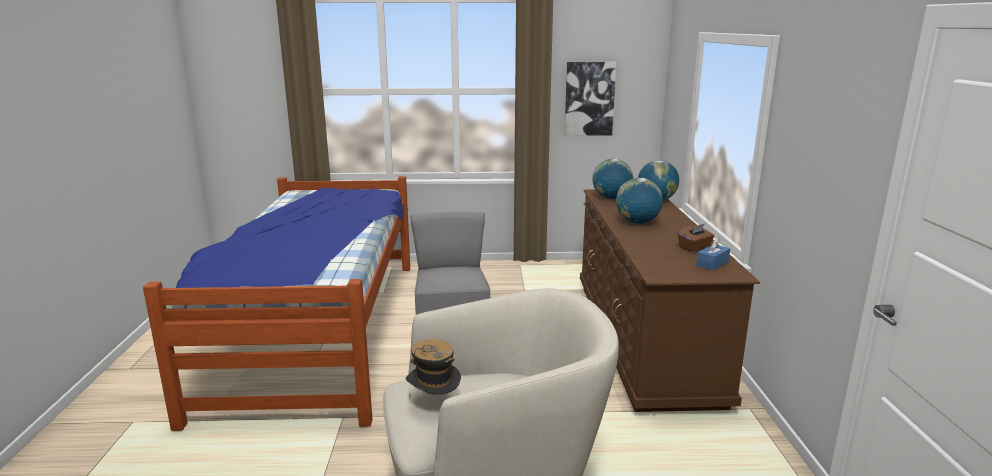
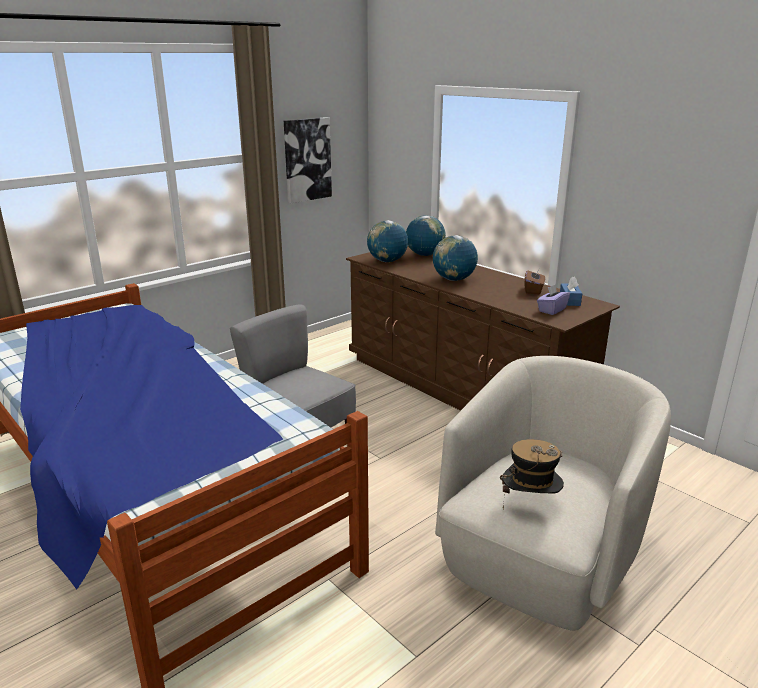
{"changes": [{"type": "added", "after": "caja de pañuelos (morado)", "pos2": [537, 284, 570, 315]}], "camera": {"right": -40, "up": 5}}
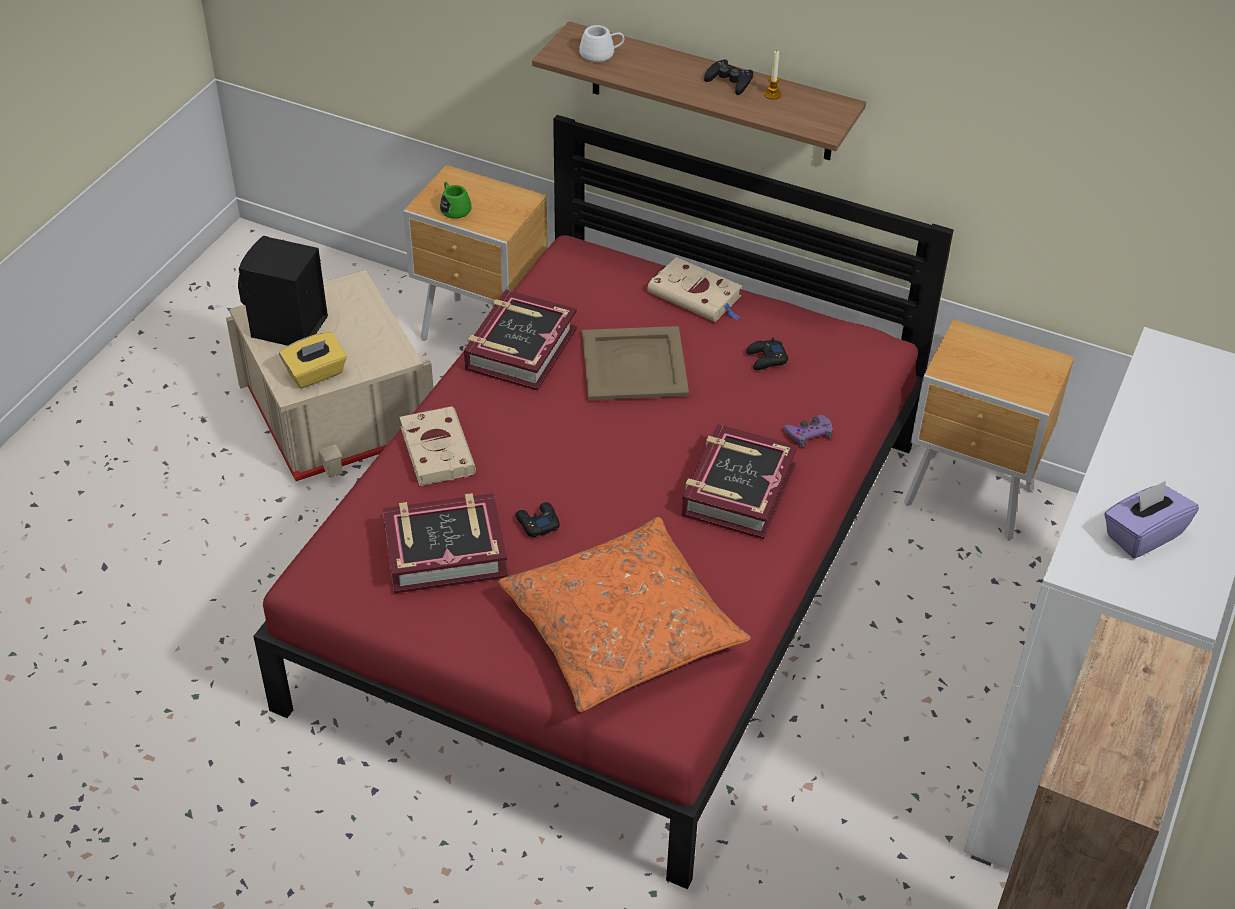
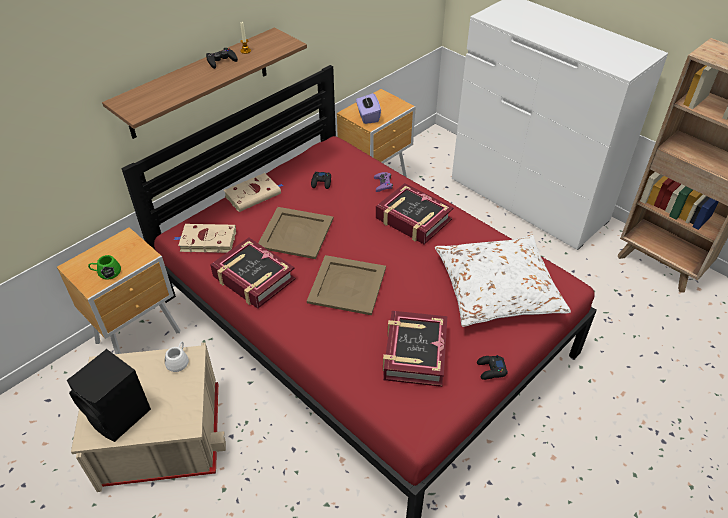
{"changes": [{"type": "moved", "before": "taza grande (blanco)", "pos1": [579, 25, 624, 62], "pos2": [165, 341, 189, 372]}, {"type": "moved", "before": "libro (beis)", "pos1": [400, 406, 476, 486], "pos2": [174, 224, 236, 253]}, {"type": "added", "after": "bandeja (beis)", "pos2": [307, 255, 386, 315]}, {"type": "moved", "before": "caja de pañuelos (morado)", "pos1": [1104, 481, 1199, 558], "pos2": [356, 93, 381, 124]}, {"type": "recoloured", "before": "cojín (naranja)", "after": "cojín (blanco)", "pos1": [498, 517, 751, 712], "pos2": [435, 234, 571, 327]}, {"type": "moved", "before": "mando de consola (negro)", "pos1": [515, 502, 560, 537], "pos2": [477, 355, 508, 380]}, {"type": "removed", "before": "caja de pañuelos (amarillo)", "pos1": [279, 332, 347, 389]}], "camera": {"right": -70, "up": 0}}
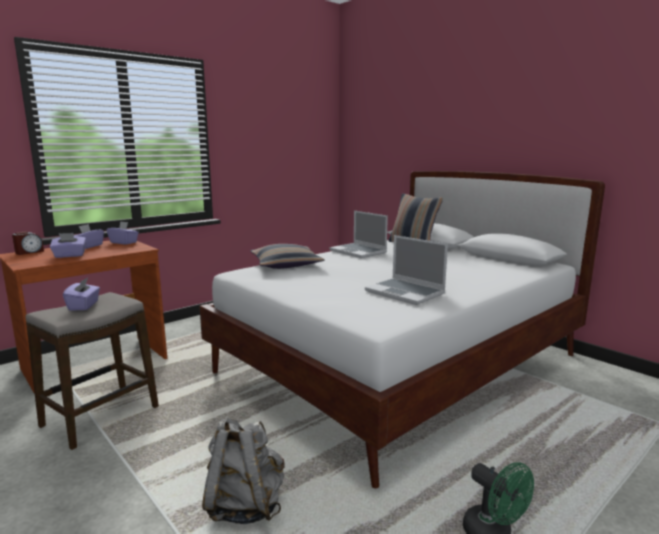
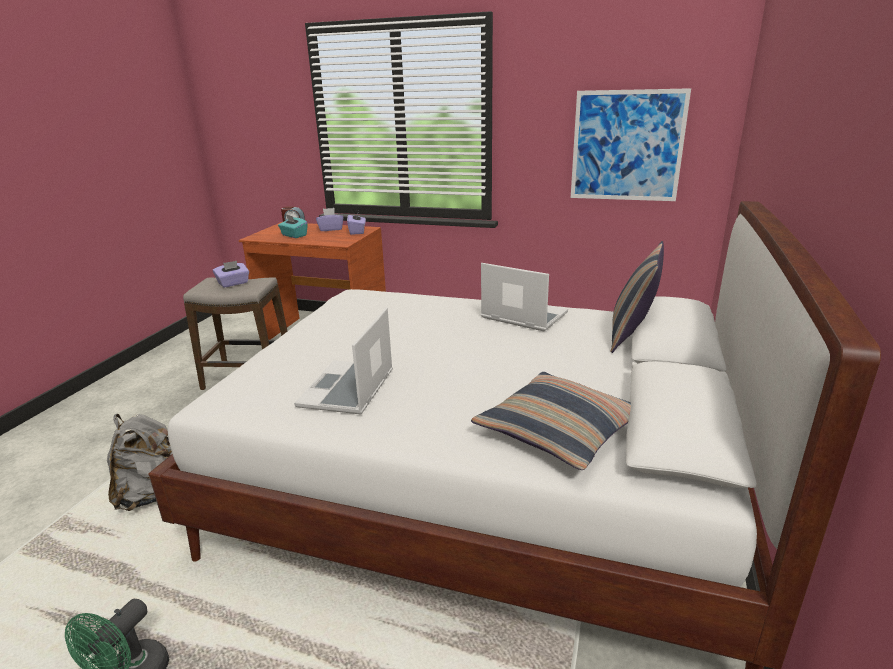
{"changes": [{"type": "recoloured", "before": "caja de pañuelos (morado)", "after": "caja de pañuelos (turquesa)", "pos1": [50, 233, 86, 258], "pos2": [278, 215, 308, 238]}, {"type": "moved", "before": "cojín", "pos1": [250, 244, 325, 269], "pos2": [471, 372, 631, 470]}, {"type": "turned", "before": "portátil", "pos1": [329, 211, 388, 258], "pos2": [481, 263, 568, 331], "turn": 105}, {"type": "added", "after": "cuadro", "pos2": [571, 88, 691, 201]}], "camera": {"right": 60, "up": 10}}
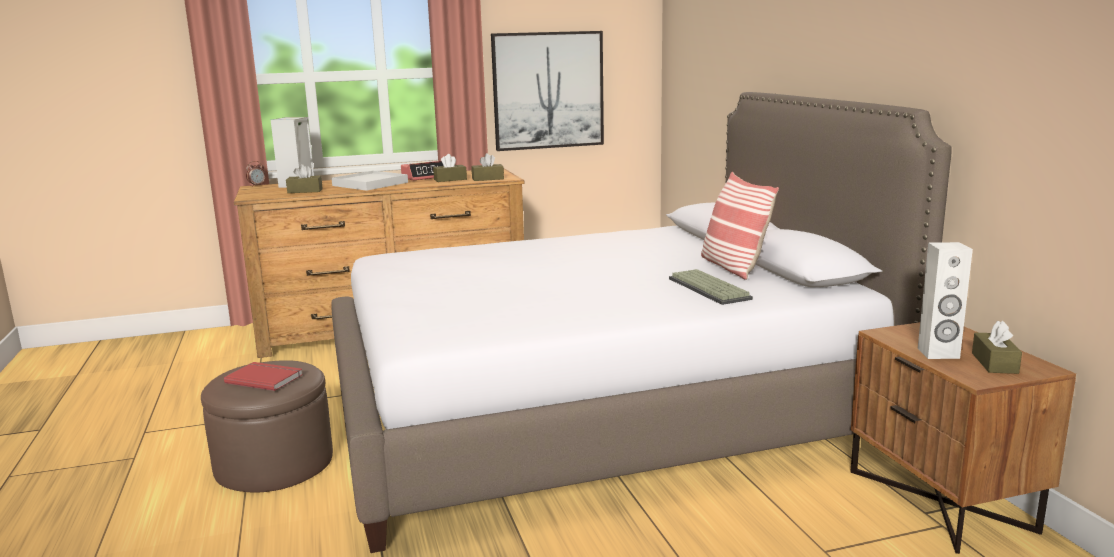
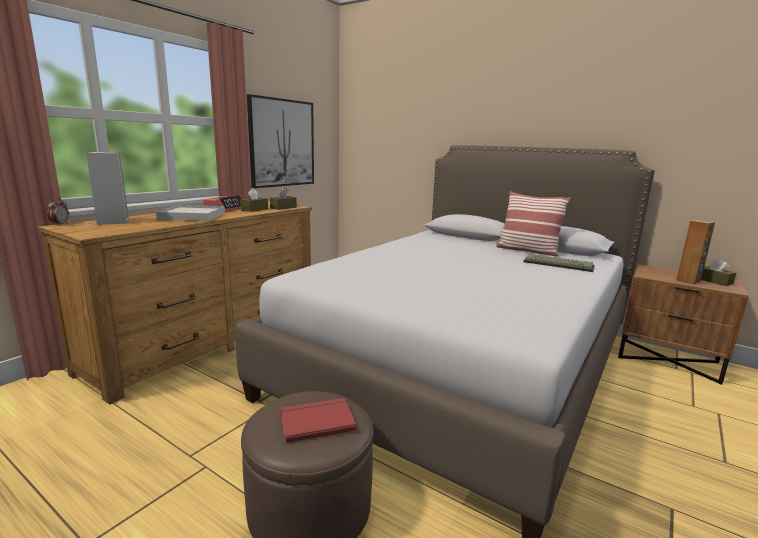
{"changes": [{"type": "recoloured", "before": "altavoz (blanco)", "after": "altavoz (marrón)", "pos1": [918, 242, 973, 359], "pos2": [676, 220, 715, 285]}, {"type": "removed", "before": "caja de pañuelos (marrón)", "pos1": [286, 164, 323, 193]}], "camera": {"right": -40, "up": 0}}
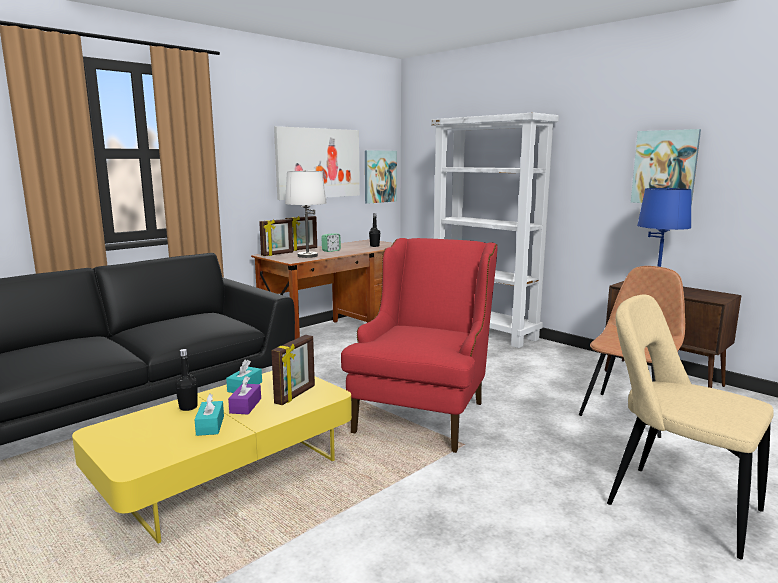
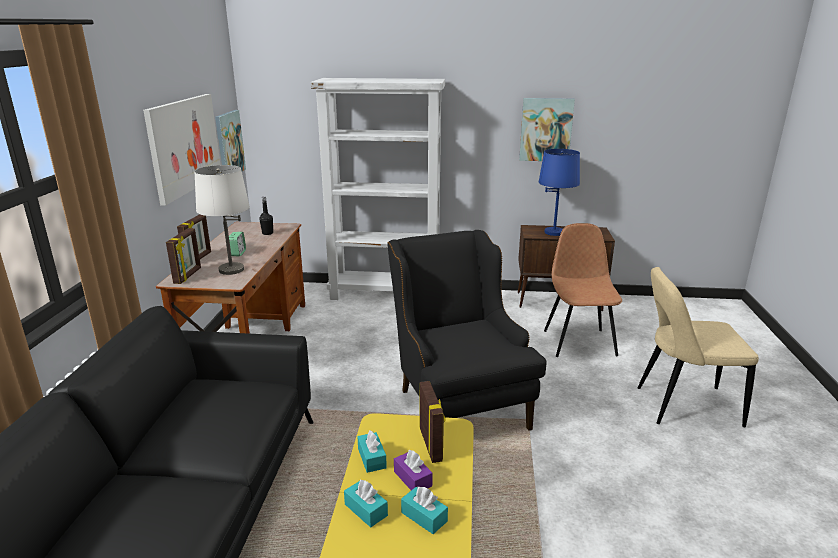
{"changes": [{"type": "replaced", "before": "botella (negro)", "after": "caja de pañuelos (turquesa)", "pos1": [175, 349, 198, 411], "pos2": [344, 480, 388, 527]}, {"type": "recoloured", "before": "sillón (rojo)", "after": "sillón (negro)", "pos1": [341, 238, 498, 453], "pos2": [387, 230, 547, 431]}], "camera": {"right": -40, "up": 10}}
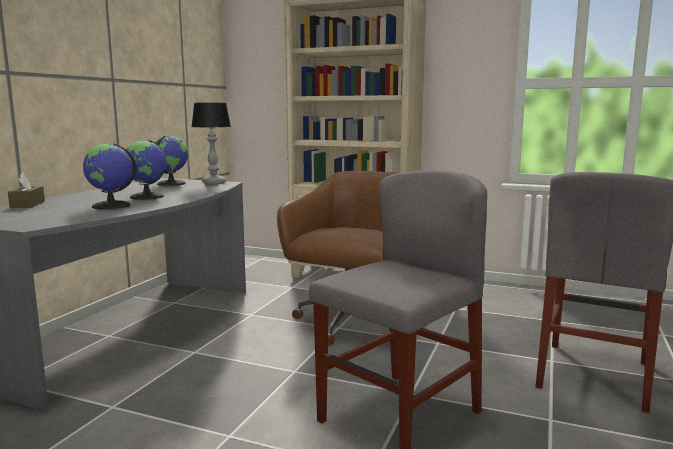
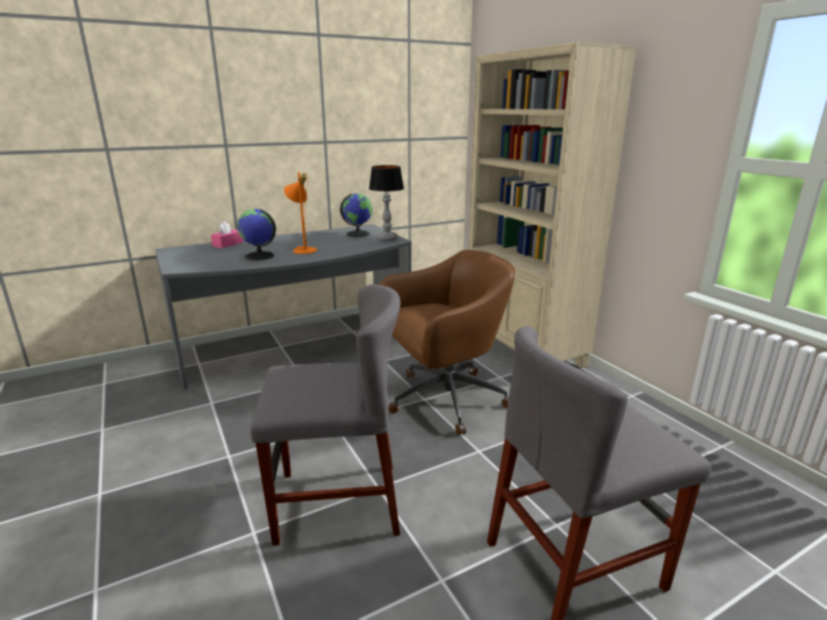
{"changes": [{"type": "recoloured", "before": "caja de pañuelos (marrón)", "after": "caja de pañuelos (rosa)", "pos1": [8, 173, 45, 208], "pos2": [211, 221, 243, 248]}, {"type": "replaced", "before": "globo terráqueo", "after": "lámpara de mesa (naranja)", "pos1": [126, 140, 167, 200], "pos2": [284, 172, 317, 254]}], "camera": {"right": 40, "up": 10}}
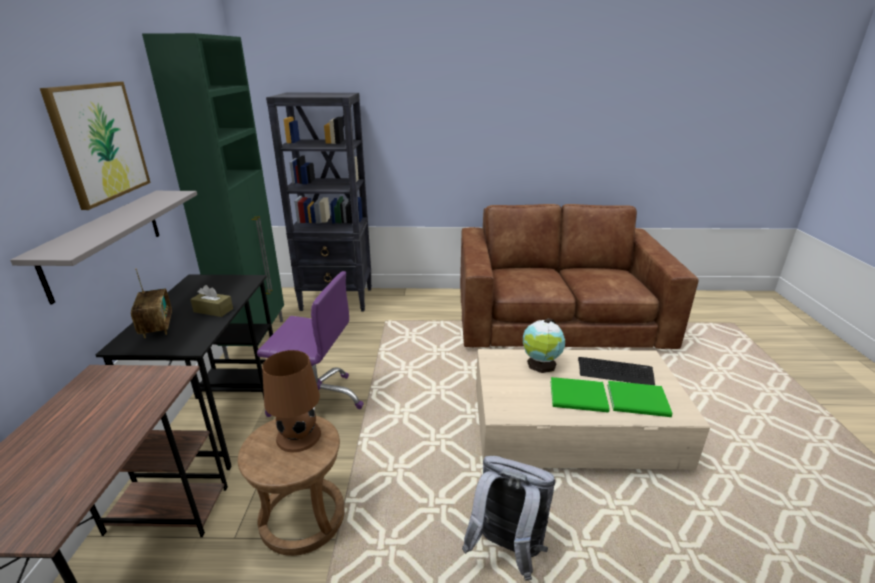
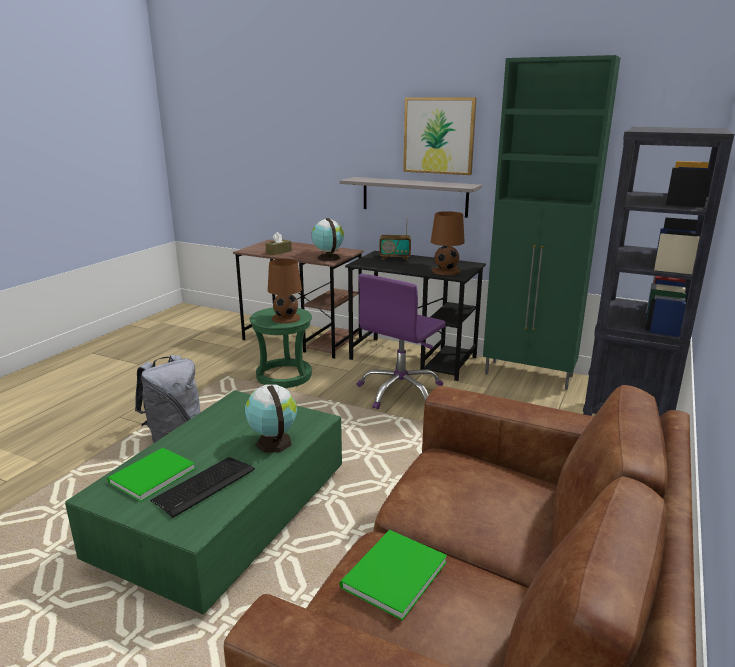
{"changes": [{"type": "recoloured", "before": "mesa de centro (beis)", "after": "mesa de centro (verde)", "pos1": [476, 349, 710, 470], "pos2": [65, 390, 342, 615]}, {"type": "recoloured", "before": "taburete (marrón)", "after": "taburete (verde)", "pos1": [238, 416, 345, 556], "pos2": [250, 308, 312, 388]}, {"type": "moved", "before": "caja de pañuelos (marrón)", "pos1": [190, 285, 233, 317], "pos2": [265, 232, 292, 255]}, {"type": "added", "after": "globo terráqueo", "pos2": [311, 218, 344, 261]}, {"type": "moved", "before": "libro (verde)", "pos1": [550, 377, 610, 413], "pos2": [340, 530, 447, 620]}, {"type": "added", "after": "lámpara de mesa (marrón)", "pos2": [431, 211, 465, 275]}], "camera": {"right": 115, "up": -5}}
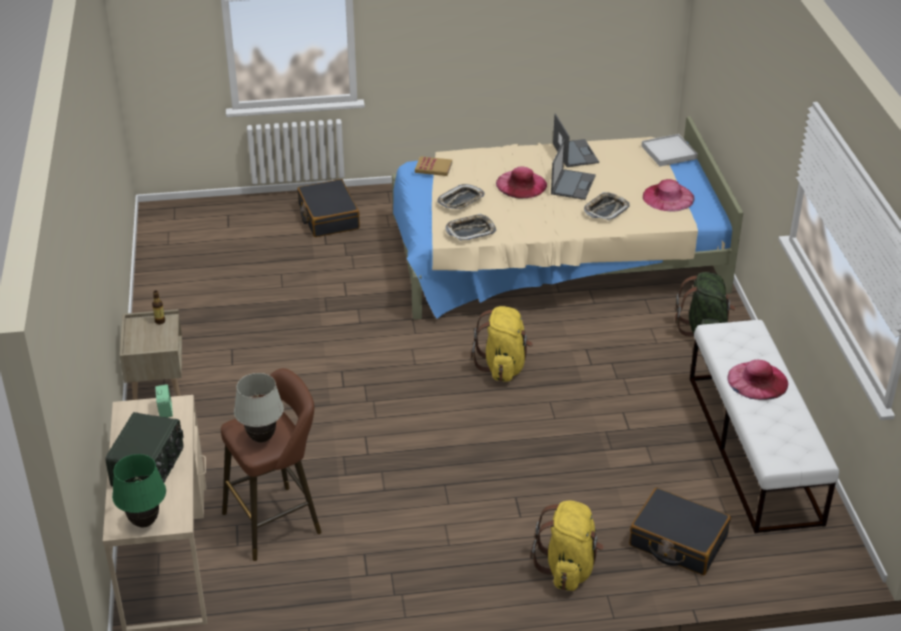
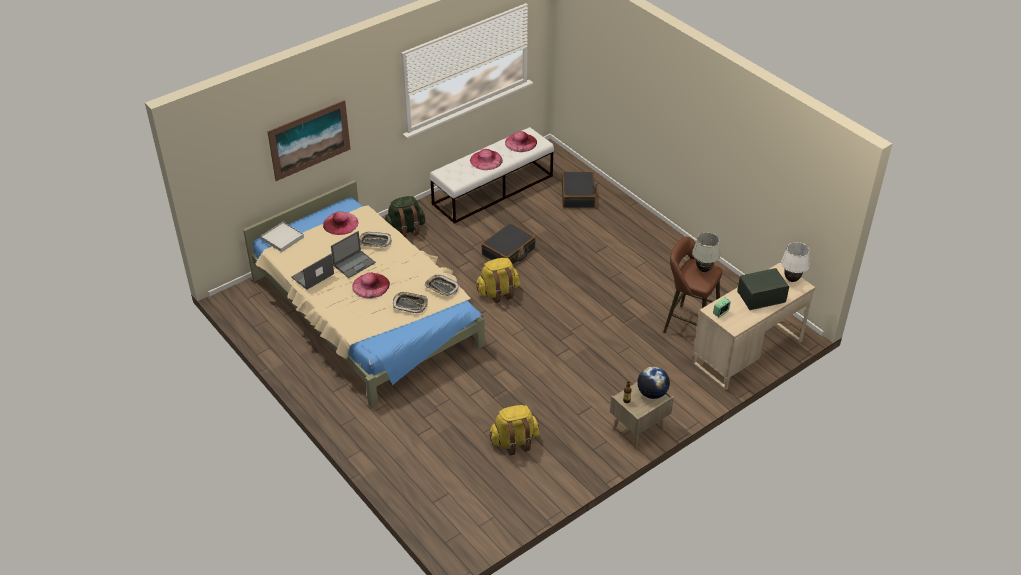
{"changes": [{"type": "added", "after": "cuadro", "pos2": [267, 100, 351, 181]}, {"type": "turned", "before": "portátil", "pos1": [551, 139, 596, 200], "pos2": [331, 231, 376, 278], "turn": 150}, {"type": "moved", "before": "maleta (negro)", "pos1": [297, 179, 360, 237], "pos2": [481, 223, 535, 264]}, {"type": "moved", "before": "mochila (amarillo)", "pos1": [530, 501, 604, 591], "pos2": [489, 405, 539, 455]}, {"type": "added", "after": "sombrero (rosa)", "pos2": [505, 131, 537, 152]}, {"type": "added", "after": "globo terráqueo", "pos2": [637, 367, 670, 399]}, {"type": "recoloured", "before": "lámpara de mesa (verde)", "after": "lámpara de mesa (blanco)", "pos1": [112, 454, 166, 527], "pos2": [781, 242, 810, 282]}, {"type": "removed", "before": "libro", "pos1": [415, 156, 452, 176]}], "camera": {"right": -120, "up": 5}}
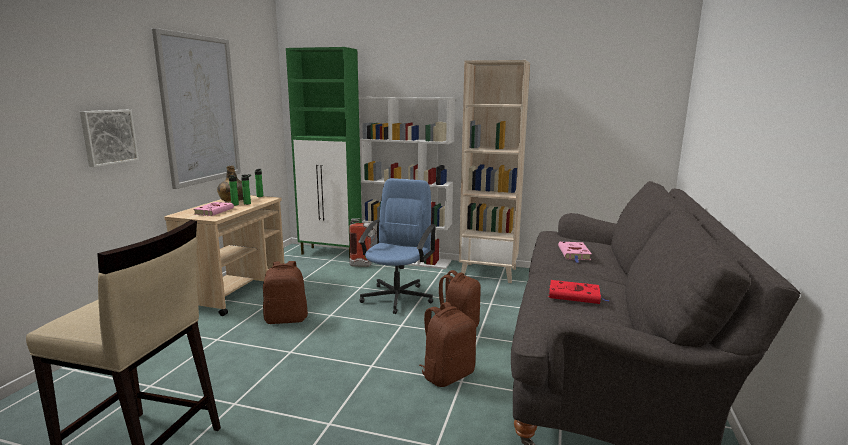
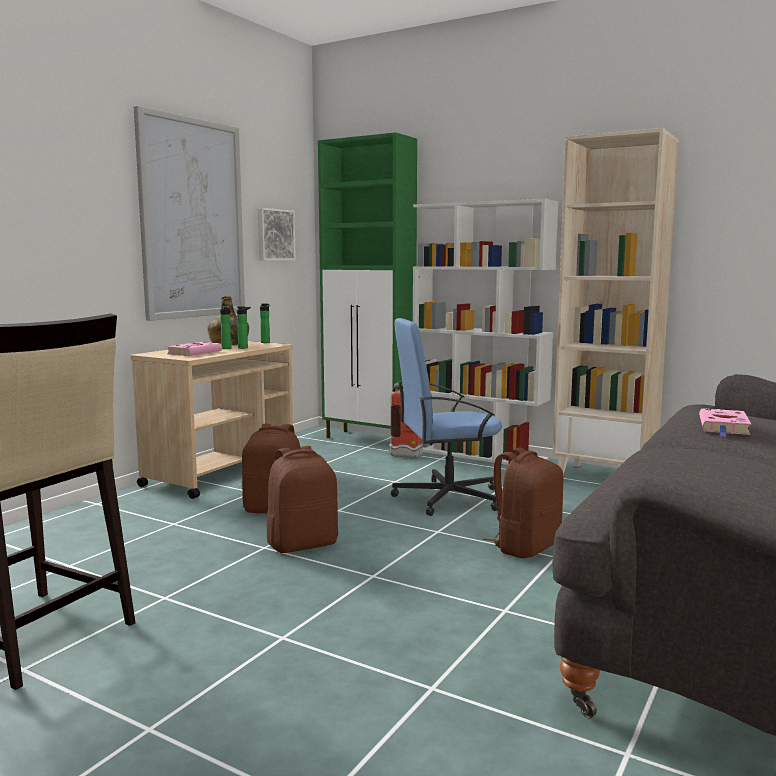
{"changes": [{"type": "moved", "before": "cuadro", "pos1": [80, 110, 139, 167], "pos2": [257, 208, 296, 260]}, {"type": "moved", "before": "mochila (marrón)", "pos1": [419, 302, 476, 387], "pos2": [267, 446, 338, 553]}, {"type": "turned", "before": "silla de oficina (azul)", "pos1": [358, 178, 436, 314], "pos2": [391, 318, 502, 516], "turn": -135}, {"type": "removed", "before": "libro (rojo)", "pos1": [548, 280, 610, 304]}], "camera": {"right": 15, "up": -5}}
